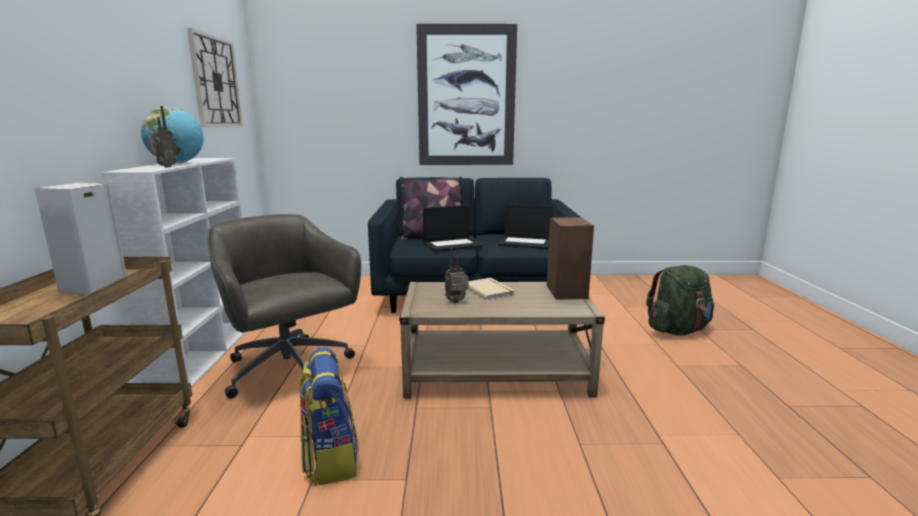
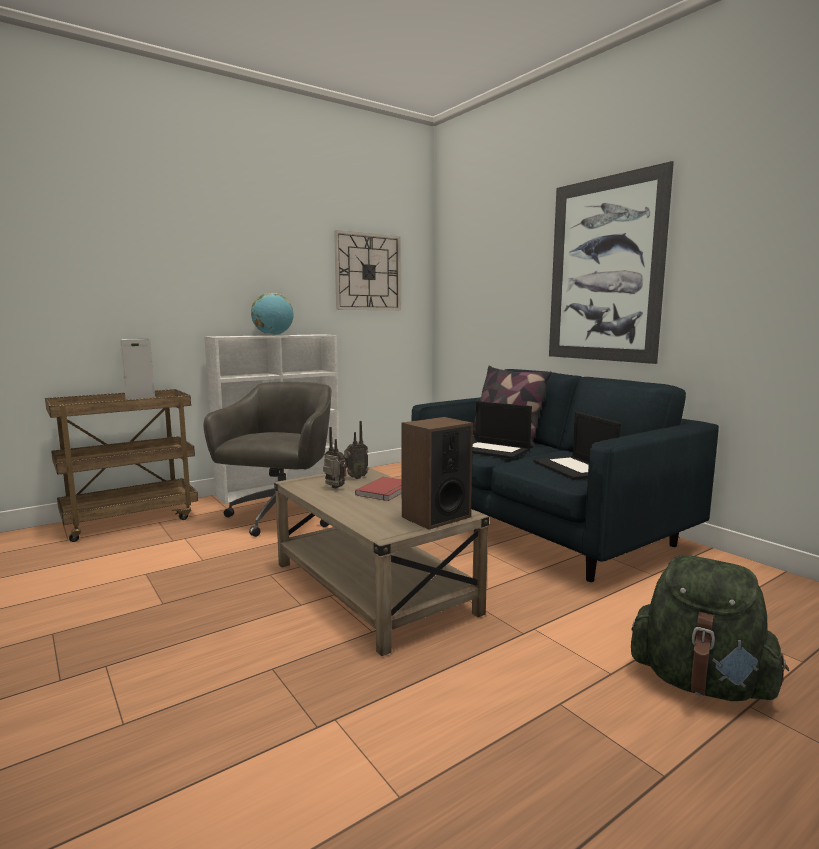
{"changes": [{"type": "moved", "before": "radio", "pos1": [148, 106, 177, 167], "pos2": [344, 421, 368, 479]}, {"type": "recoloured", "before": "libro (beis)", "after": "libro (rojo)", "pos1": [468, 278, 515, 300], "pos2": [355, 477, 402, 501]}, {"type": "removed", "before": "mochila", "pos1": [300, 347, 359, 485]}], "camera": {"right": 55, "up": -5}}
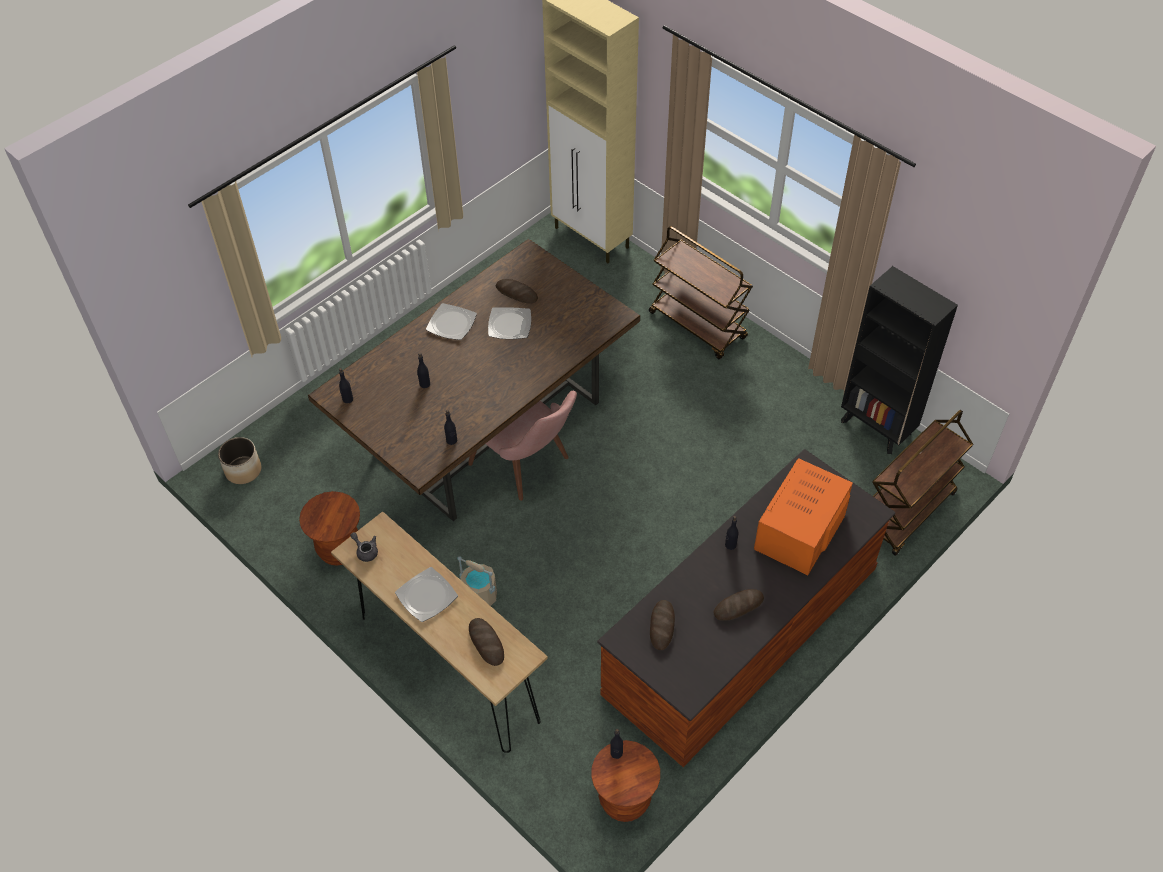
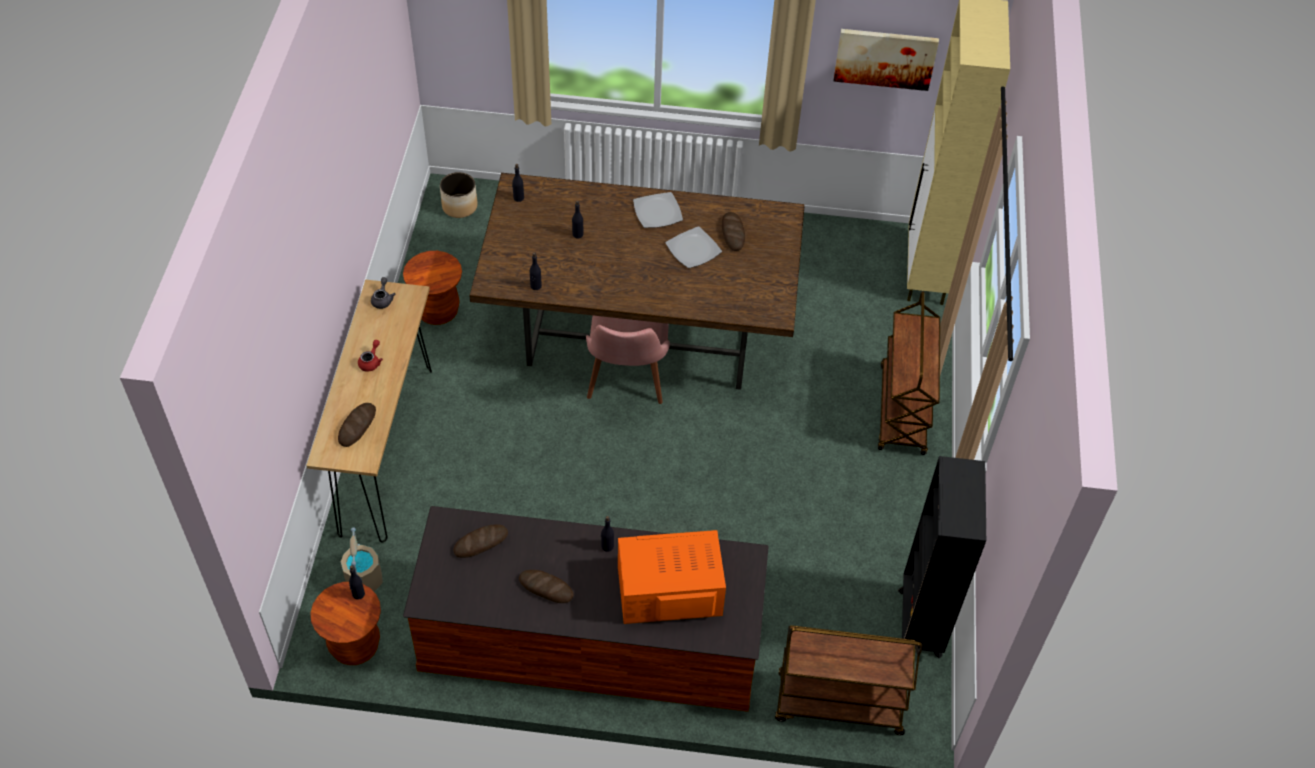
{"changes": [{"type": "moved", "before": "cubo (beis)", "pos1": [457, 556, 497, 606], "pos2": [340, 527, 383, 591]}, {"type": "replaced", "before": "plato", "after": "tetera (rojo)", "pos1": [395, 567, 458, 622], "pos2": [358, 340, 383, 372]}, {"type": "added", "after": "cuadro", "pos2": [833, 29, 939, 91]}], "camera": {"right": 50, "up": 0}}
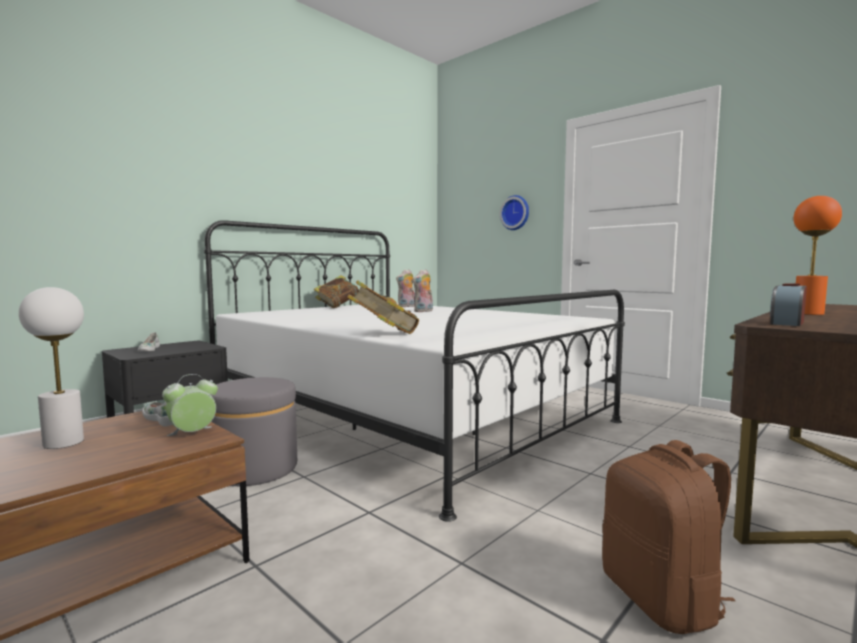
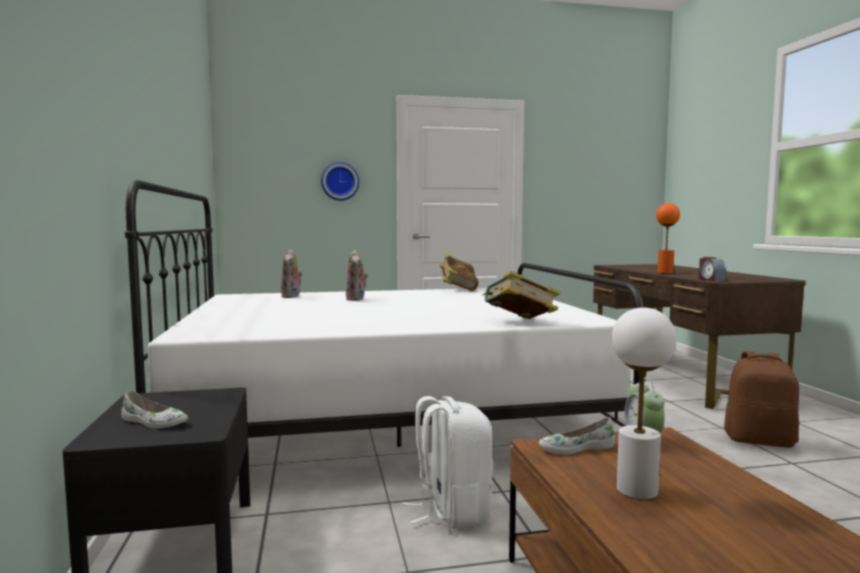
{"changes": [{"type": "replaced", "before": "puf (gris)", "after": "mochila (blanco)", "pos1": [210, 377, 297, 486], "pos2": [402, 396, 493, 529]}, {"type": "moved", "before": "libro", "pos1": [314, 275, 359, 308], "pos2": [439, 253, 478, 291]}], "camera": {"right": -55, "up": 0}}
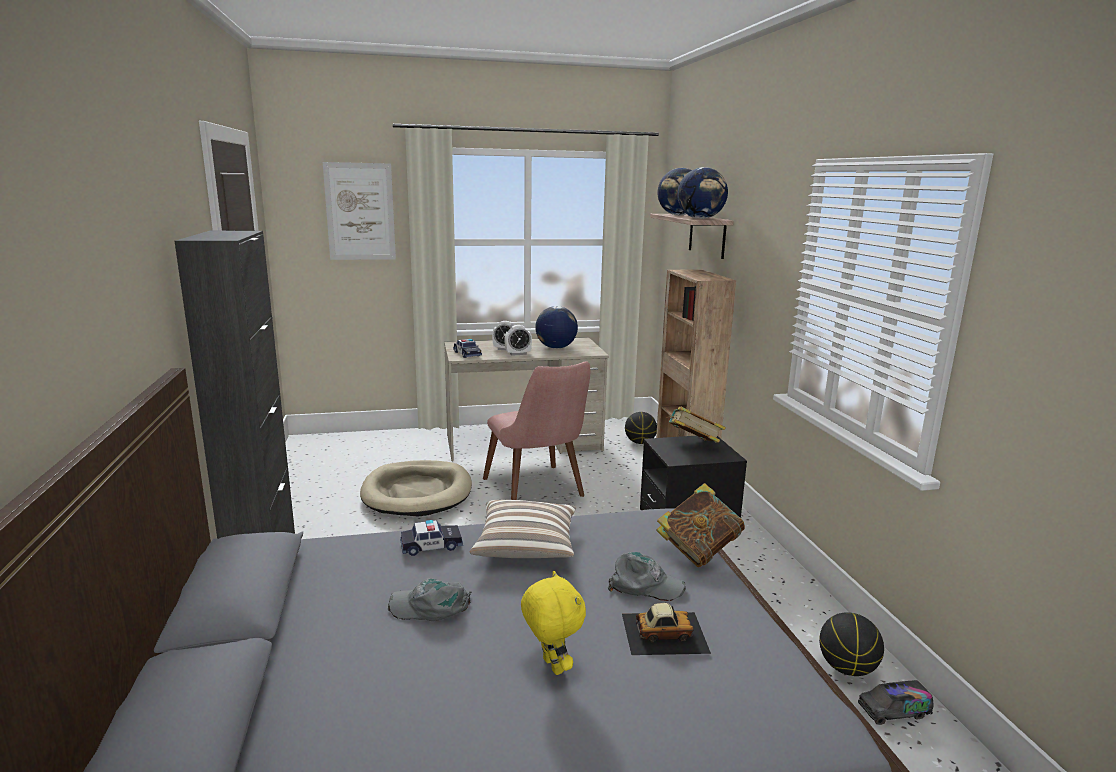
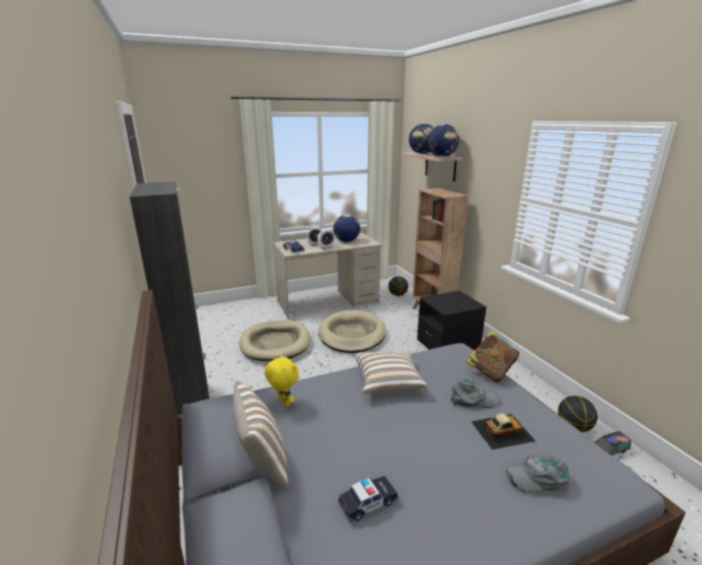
{"changes": [{"type": "added", "after": "cojín", "pos2": [233, 381, 288, 491]}, {"type": "moved", "before": "peluche (amarillo)", "pos1": [521, 571, 586, 675], "pos2": [264, 354, 299, 406]}, {"type": "replaced", "before": "silla (rosa)", "after": "cama para perro (beis)", "pos1": [483, 361, 590, 500], "pos2": [319, 310, 386, 353]}, {"type": "moved", "before": "coche de juguete", "pos1": [400, 520, 463, 556], "pos2": [338, 476, 398, 522]}, {"type": "moved", "before": "gorra (gris)", "pos1": [388, 578, 471, 621], "pos2": [506, 454, 570, 492]}, {"type": "removed", "before": "cuadro", "pos1": [323, 162, 396, 260]}, {"type": "removed", "before": "libro", "pos1": [666, 407, 726, 443]}], "camera": {"right": -10, "up": 5}}
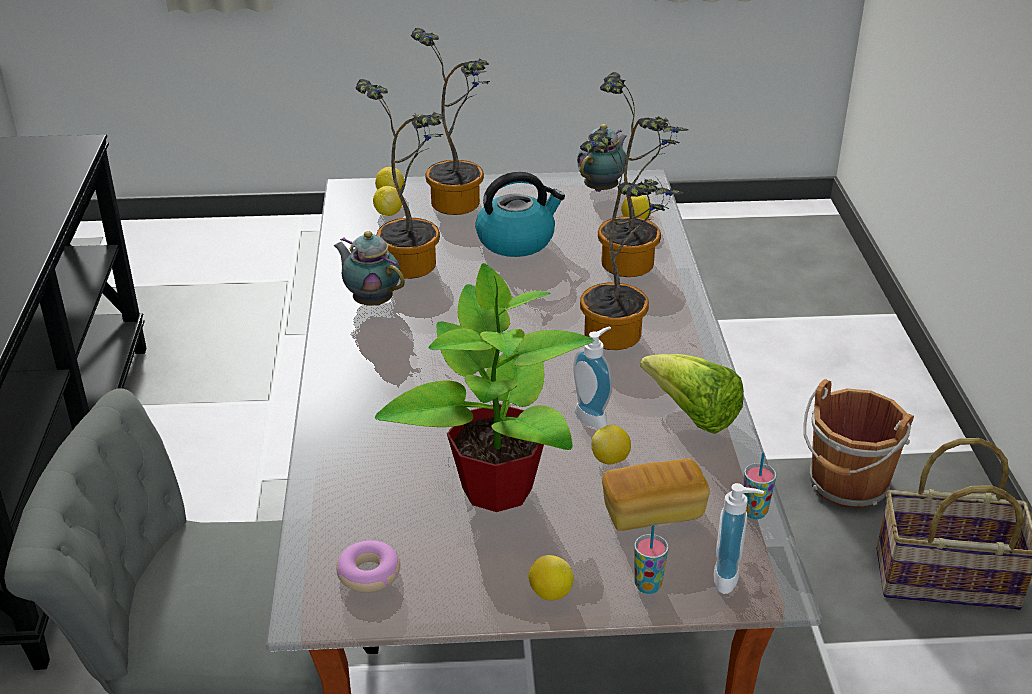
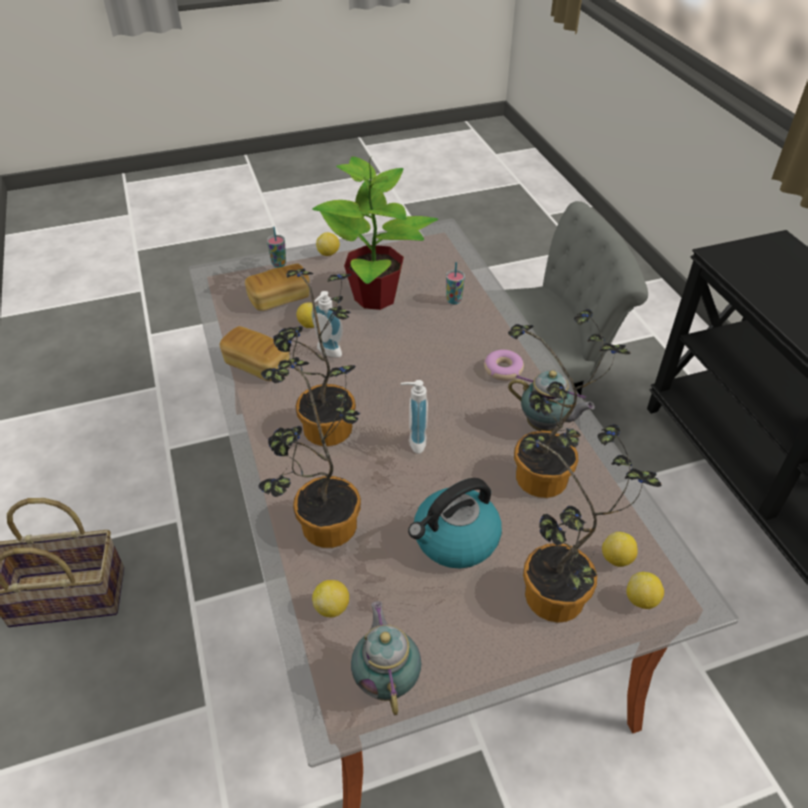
{"changes": [{"type": "replaced", "before": "lechuga", "after": "pan", "pos1": [640, 354, 744, 434], "pos2": [220, 326, 290, 381]}, {"type": "turned", "before": "tetera", "pos1": [577, 124, 627, 192], "pos2": [351, 601, 421, 715], "turn": 150}, {"type": "moved", "before": "dispensador de jabón", "pos1": [713, 483, 764, 594], "pos2": [401, 380, 428, 454]}, {"type": "moved", "before": "taza", "pos1": [743, 453, 777, 519], "pos2": [446, 262, 465, 304]}, {"type": "moved", "before": "rosquilla", "pos1": [336, 540, 400, 593], "pos2": [484, 350, 524, 381]}, {"type": "removed", "before": "cubo (marrón)", "pos1": [803, 379, 914, 509]}], "camera": {"right": 165, "up": 10}}
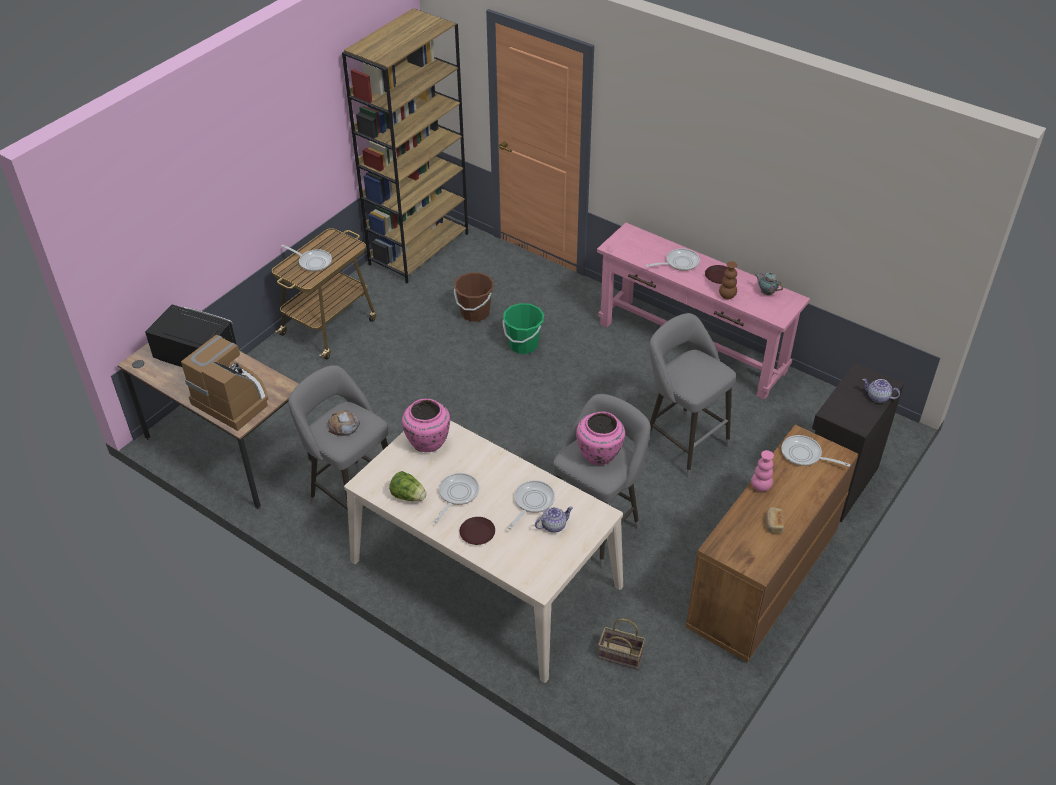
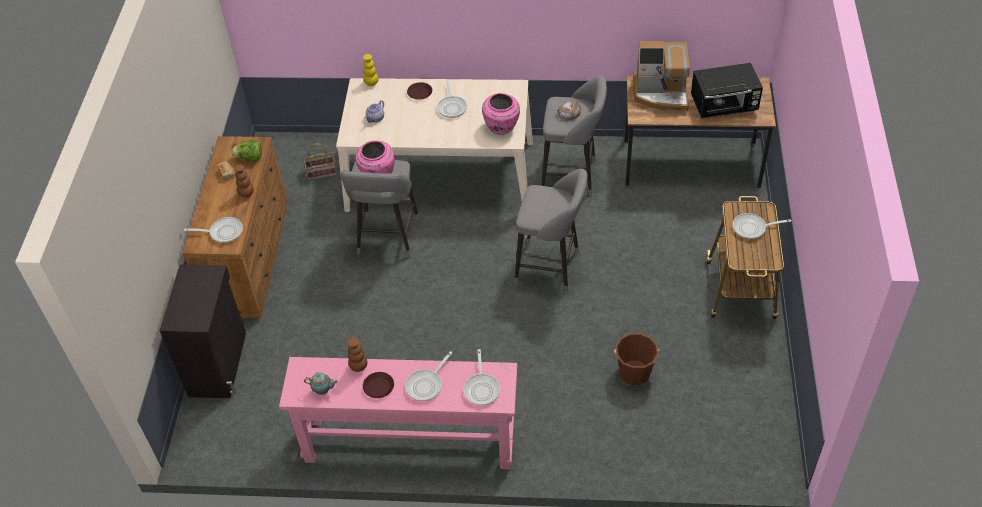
{"changes": [{"type": "moved", "before": "lechuga", "pos1": [389, 471, 426, 501], "pos2": [232, 140, 262, 161]}, {"type": "recoloured", "before": "florero (rosa)", "after": "florero (marrón)", "pos1": [751, 450, 774, 492], "pos2": [234, 164, 254, 198]}, {"type": "added", "after": "florero (amarillo)", "pos2": [363, 54, 379, 86]}, {"type": "moved", "before": "sartén", "pos1": [508, 480, 555, 529], "pos2": [463, 349, 500, 406]}, {"type": "moved", "before": "taburete (gris)", "pos1": [649, 313, 736, 478], "pos2": [514, 169, 588, 293]}, {"type": "removed", "before": "estantería (marrón)", "pos1": [342, 8, 468, 283]}, {"type": "removed", "before": "cubo (verde)", "pos1": [502, 303, 544, 354]}, {"type": "removed", "before": "tetera", "pos1": [862, 379, 900, 403]}], "camera": {"right": 150, "up": 5}}
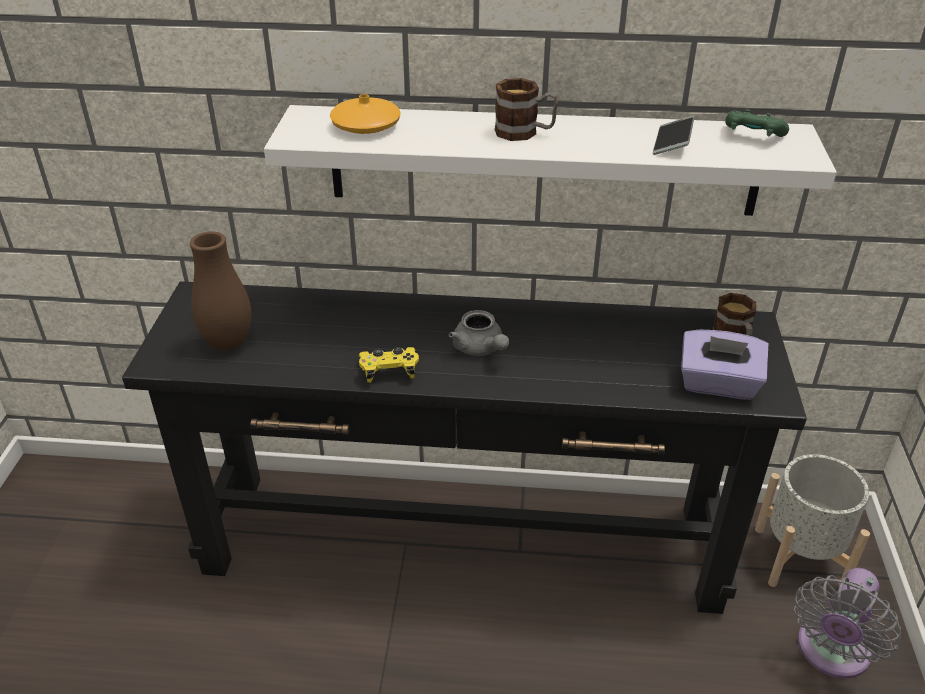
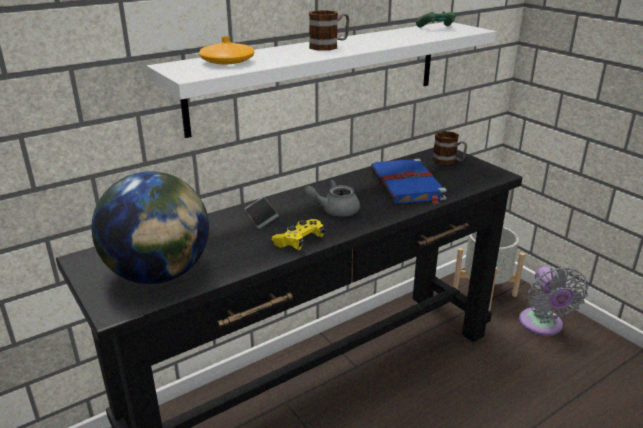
{"changes": [{"type": "replaced", "before": "florero (marrón)", "after": "globo terráqueo", "pos1": [190, 231, 251, 350], "pos2": [91, 171, 209, 284]}, {"type": "moved", "before": "móvil", "pos1": [653, 116, 694, 155], "pos2": [245, 197, 279, 229]}, {"type": "turned", "before": "tetera (gris)", "pos1": [449, 310, 509, 356], "pos2": [303, 180, 360, 217], "turn": 150}, {"type": "added", "after": "libro (azul)", "pos2": [371, 158, 447, 204]}, {"type": "removed", "before": "caja de pañuelos (morado)", "pos1": [681, 330, 768, 400]}], "camera": {"right": -40, "up": -10}}
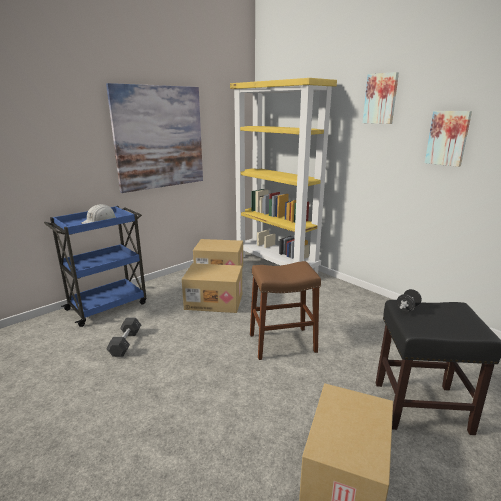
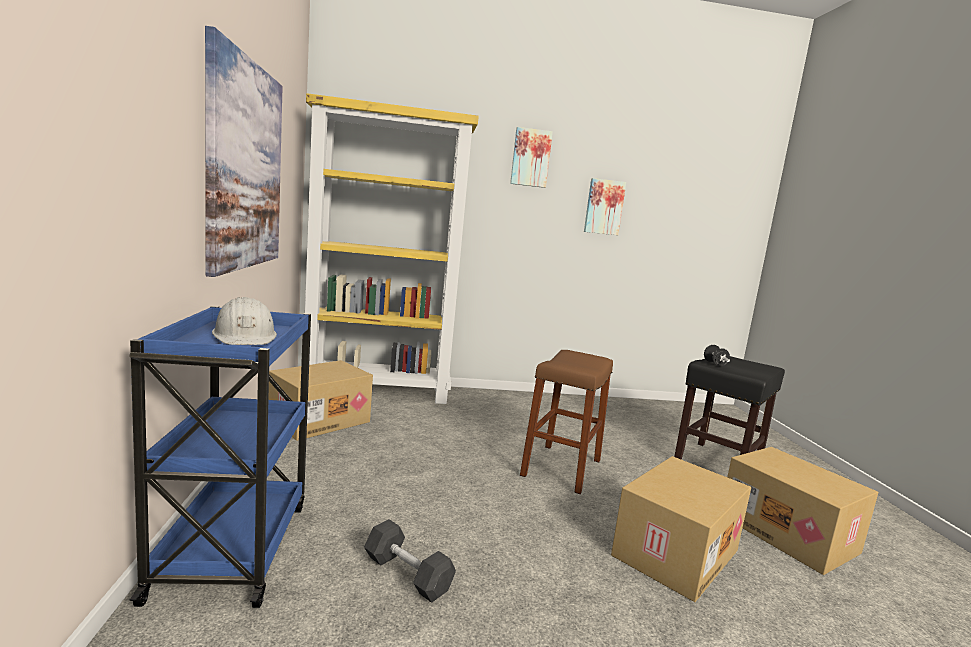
{"changes": [{"type": "moved", "before": "caja de cartón", "pos1": [182, 263, 242, 313], "pos2": [611, 456, 751, 602]}], "camera": {"right": -55, "up": -10}}
